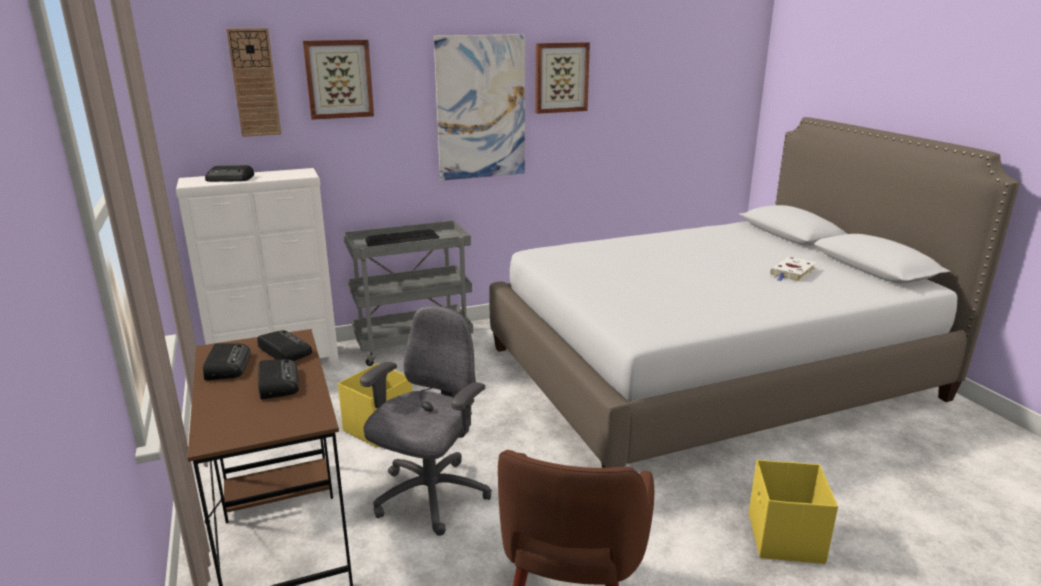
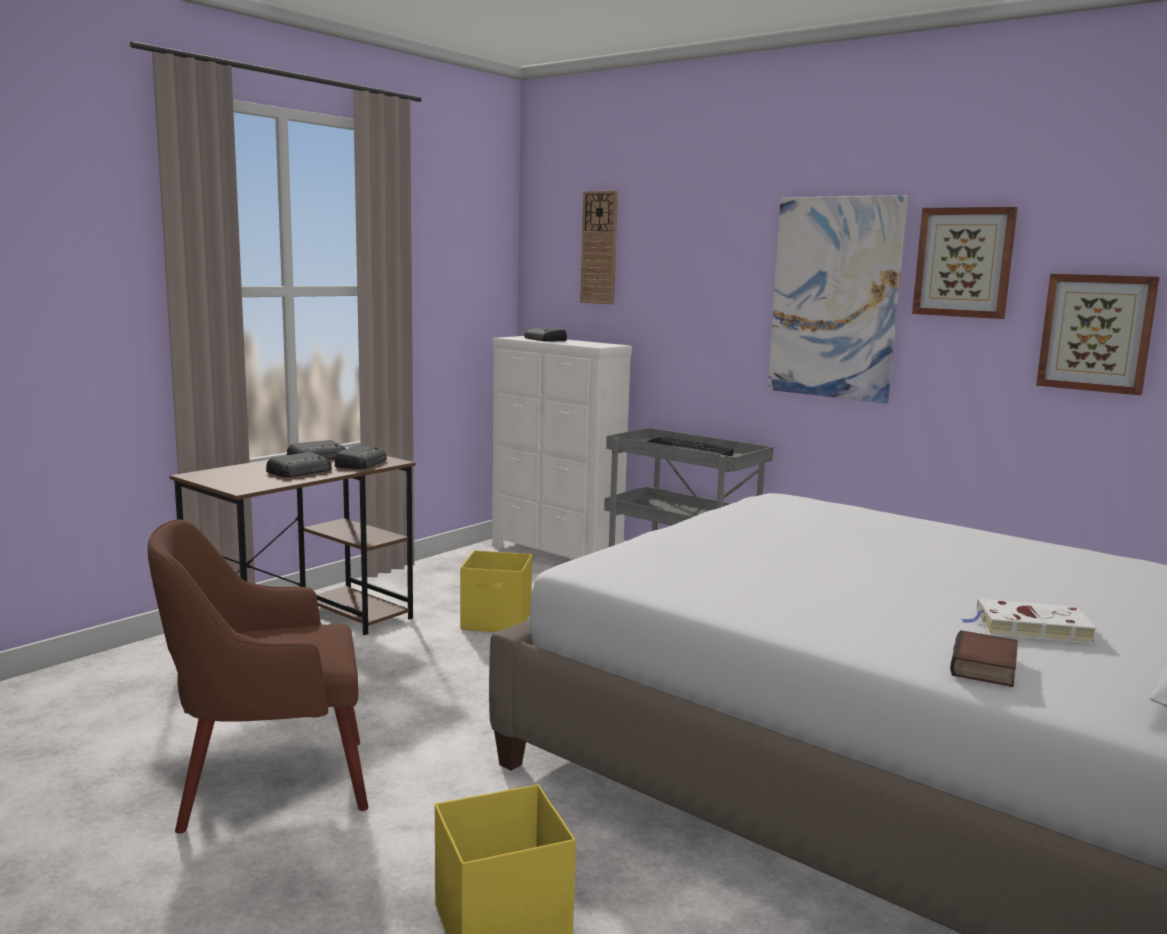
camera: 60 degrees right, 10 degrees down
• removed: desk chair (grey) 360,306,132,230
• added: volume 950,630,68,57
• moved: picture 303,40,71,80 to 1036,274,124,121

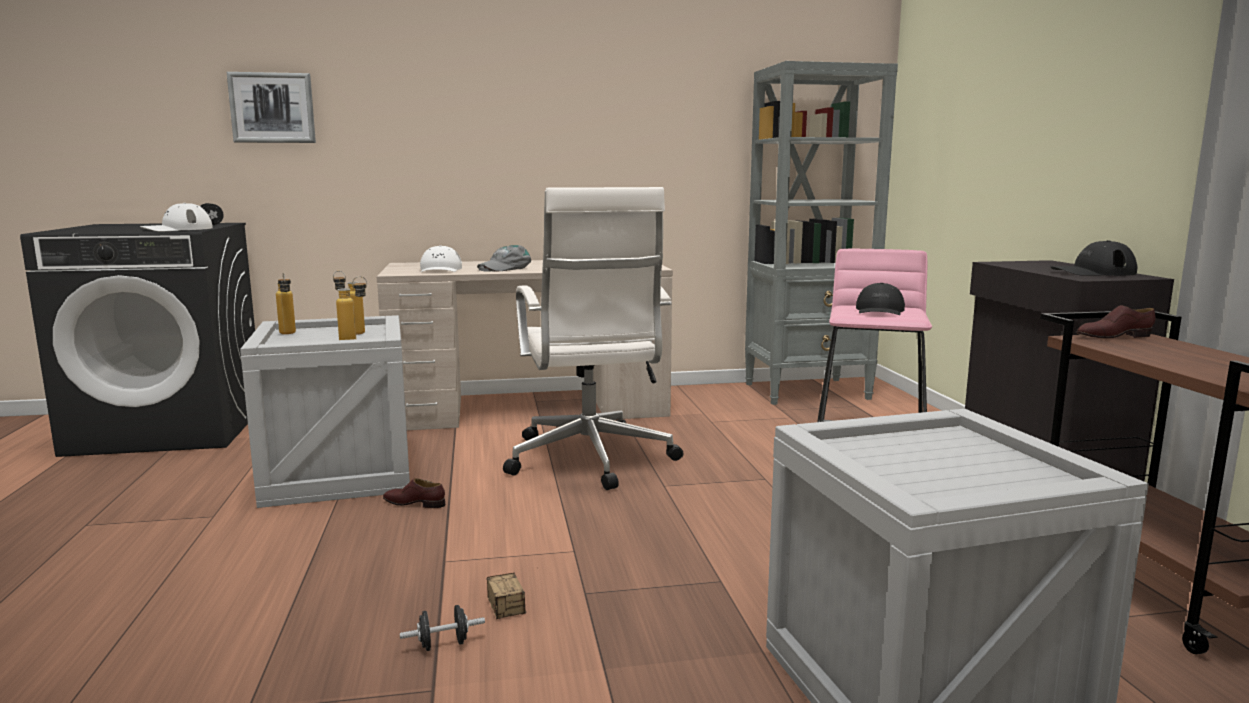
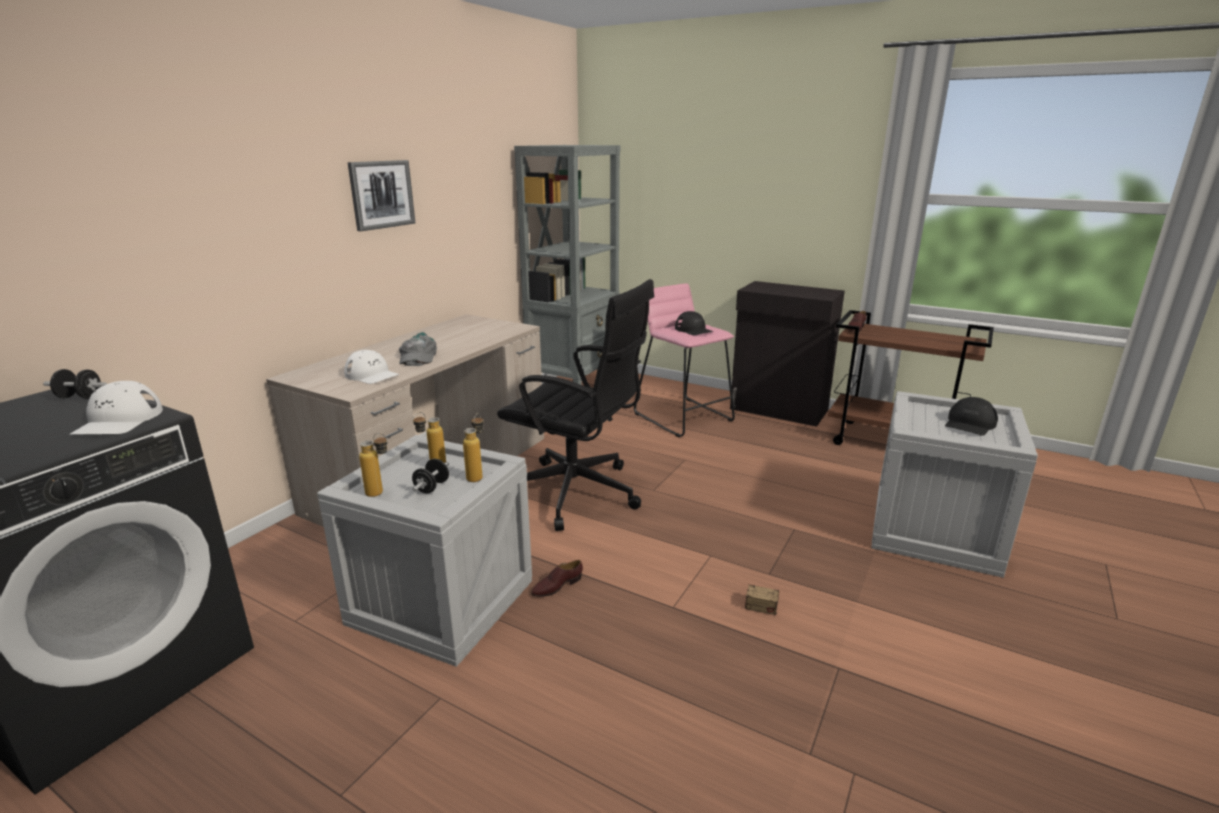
camera: 50 degrees left, 10 degrees up
• moved: picture 227,72,89,71 to 348,160,67,71
• moved: free weight (black-coloured) 400,605,85,46 to 412,459,37,34
• moved: peaked cap (black-coloured) 1051,240,86,36 to 945,397,53,39
• recoloured: desk chair (whitish) 503,187,180,303 to desk chair (black-coloured) 497,279,157,252

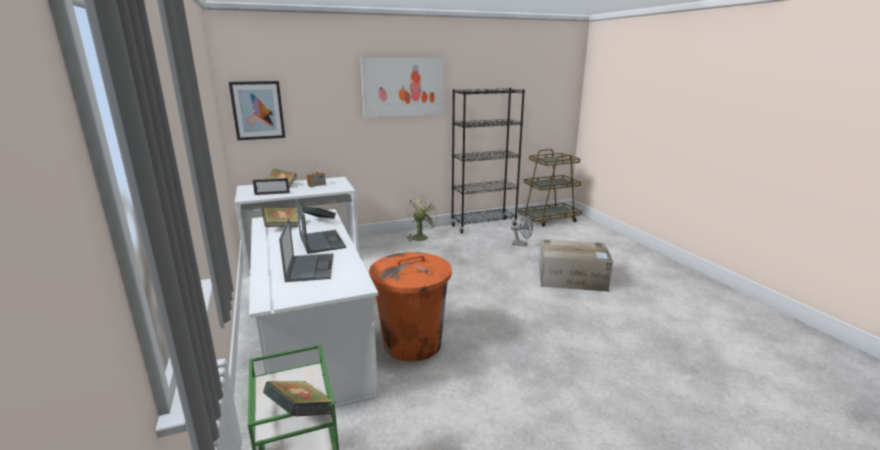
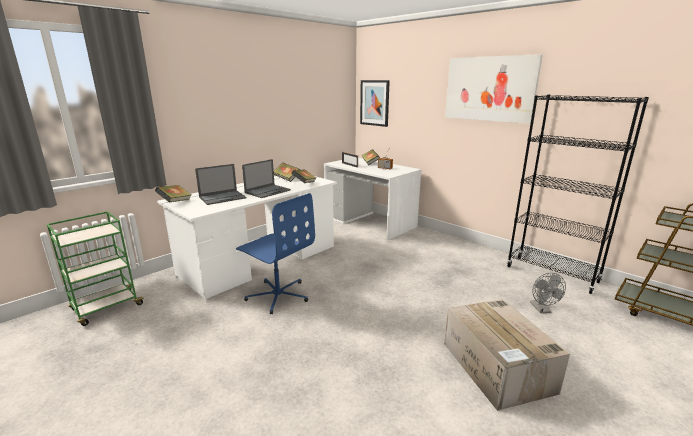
camera: 65 degrees right, 0 degrees up
• removed: electric fan (green-coloured) 407,195,33,47
• moved: volume 263,381,73,35 to 155,185,36,17
• replaced: waste bin (orange-coloured) 369,252,83,110 to desk chair (blue) 236,193,79,121

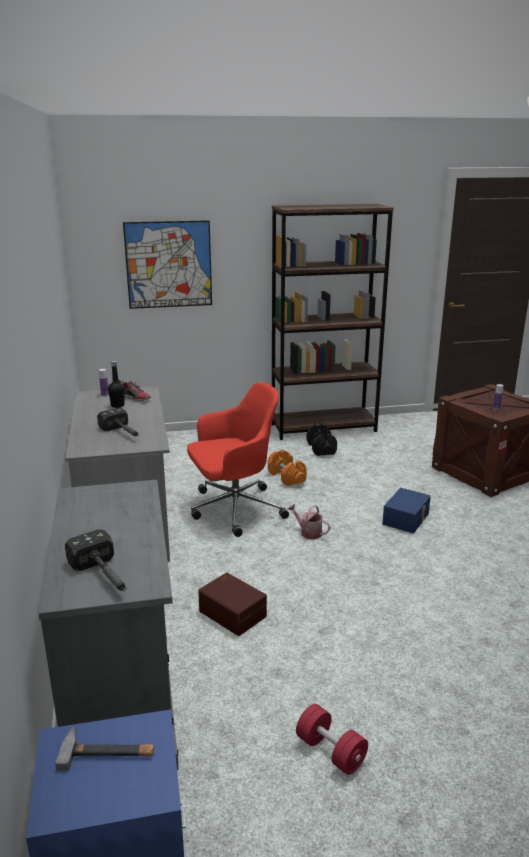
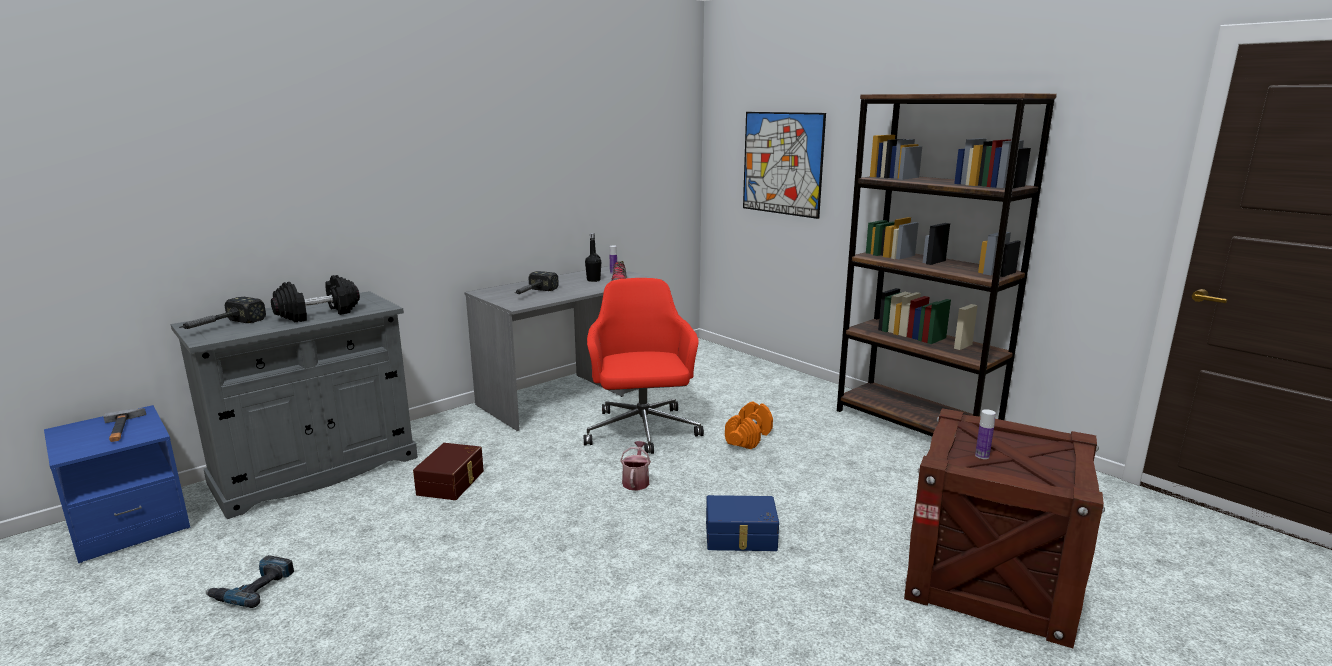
camera: 60 degrees right, 5 degrees down
• moved: free weight (black-coloured) 306,424,31,32 to 271,275,89,48
• replaced: free weight (red-coloured) 296,704,72,71 to drill 205,555,89,53
• turned: desk chair (red-coloured) 187,382,102,155 = 583,278,121,176 135 degrees counterclockwise

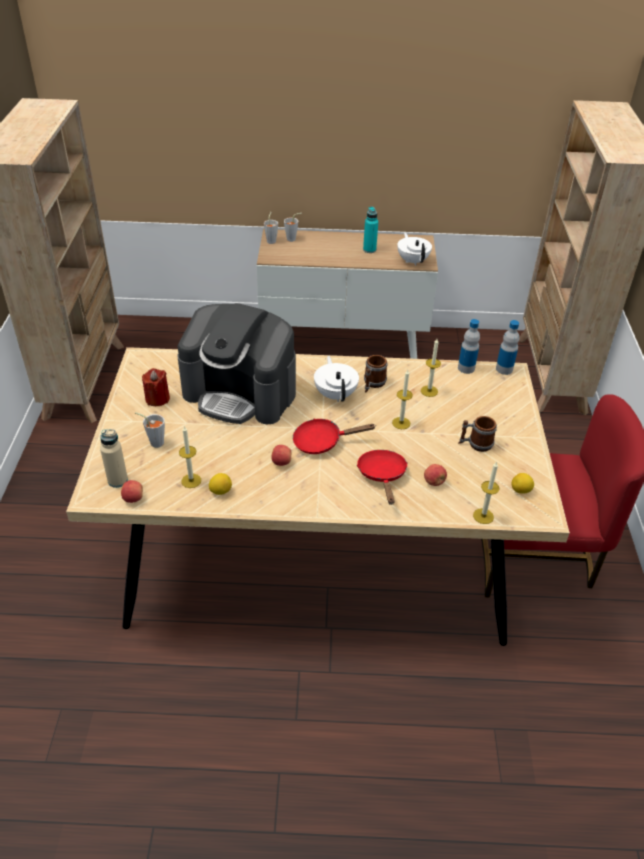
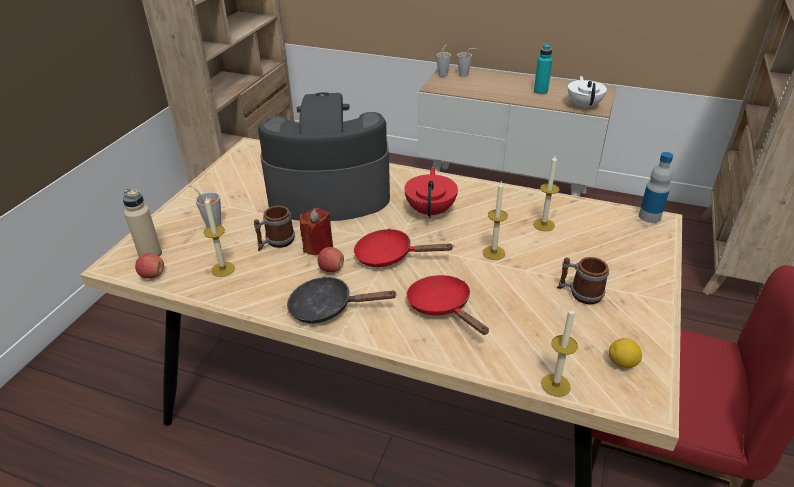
camera: 20 degrees right, 5 degrees down
• removed: lemon 209,473,23,22
• removed: whole apple 424,464,23,22
• removed: bottle 458,319,22,55
• added: pan (black-coloured) 287,276,111,48
• moved: wax light (red-coloured) 142,368,28,38 to 299,208,34,47
• moved: coffee mug 364,355,24,38 to 254,206,41,45
• recoloured: teapot (whitish) 314,356,45,46 to teapot (red-coloured) 404,167,54,52
• turned: coffee machine 177,303,119,121 = 258,92,132,129 135 degrees clockwise
• turned: pan (red-coloured) 357,450,51,55 = 407,275,82,60 45 degrees counterclockwise

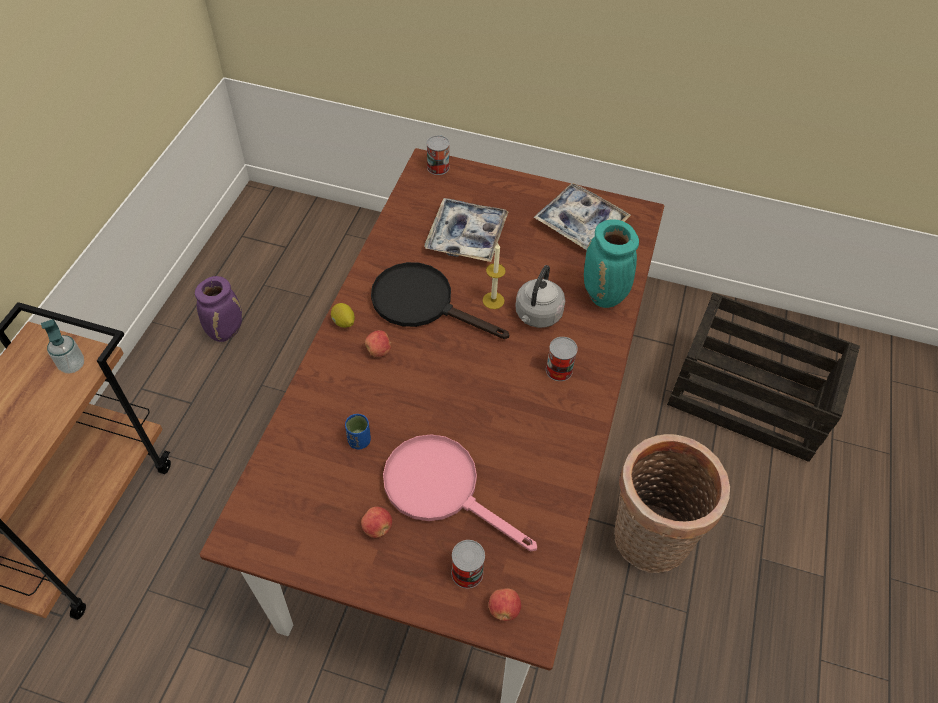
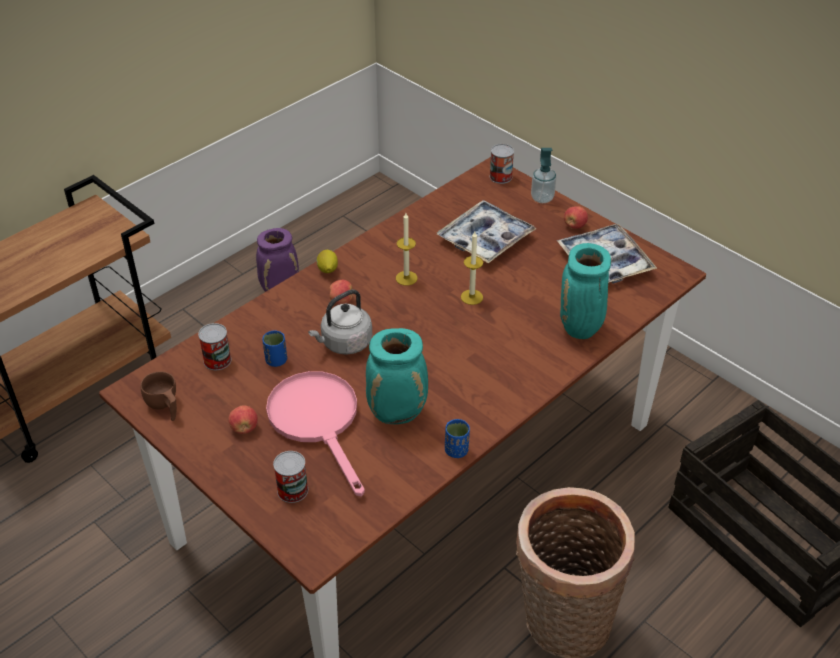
camera: 30 degrees right, 10 degrees down
• added: small cup (brown-coloured) 140,371,37,50
• added: decorative vase (turquoise) 366,328,62,96
• added: small cup (blue) 445,419,25,39
• moved: liquid soap bottle 41,319,43,55 to 531,148,25,55
• moved: whole apple 489,588,32,33 to 564,206,24,23
• moved: tea kettle (grey) 515,265,50,63 to 308,289,64,66
• moved: can 546,337,32,44 to 198,323,34,47
• replaced: pan (black-coloured) 371,262,138,77 to wax light 396,213,22,73

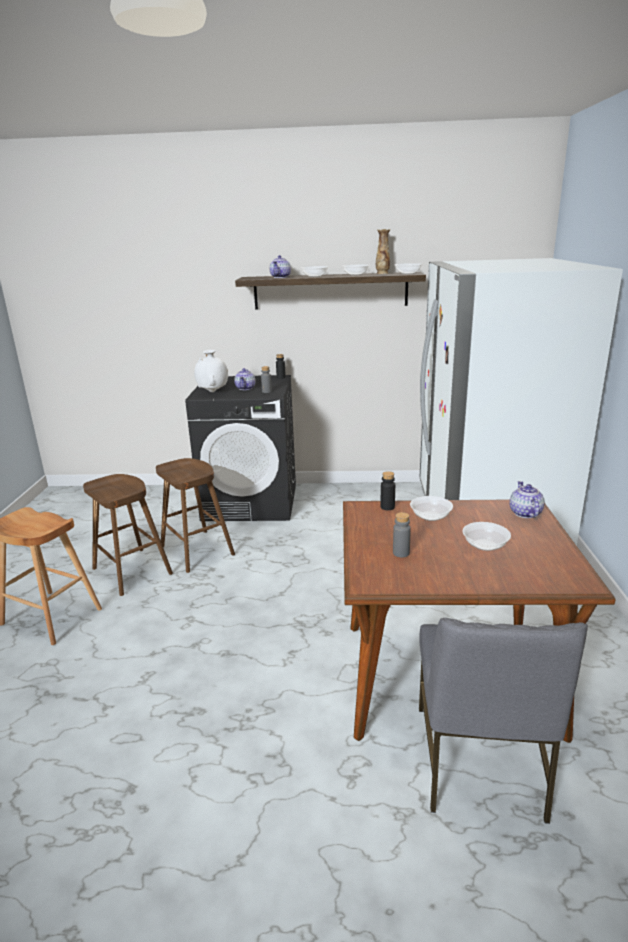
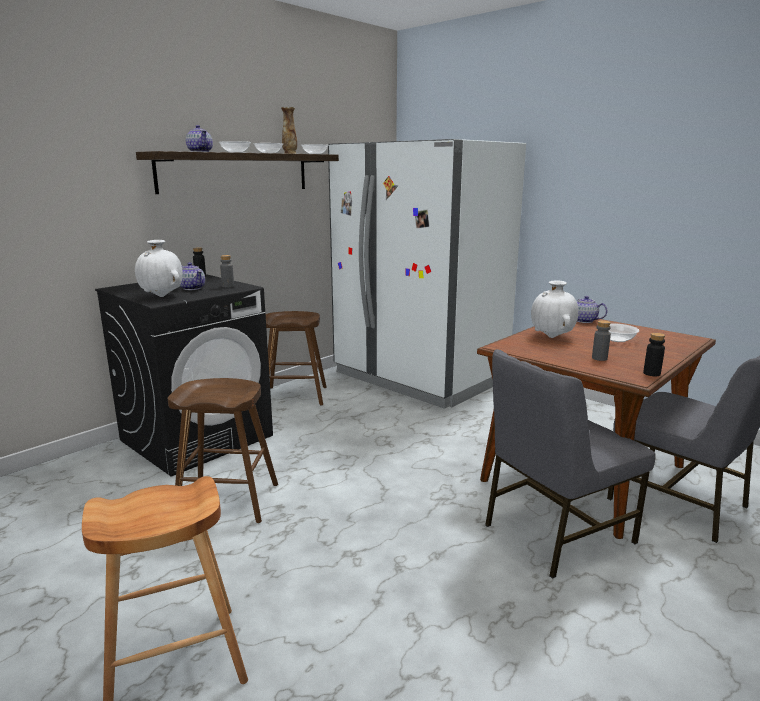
camera: 50 degrees left, 5 degrees down
• added: chair (grey) 485,349,170,230
• moved: stool (brown-coloured) 83,474,90,122 to 266,311,61,95
• moved: bottle (black-coloured) 381,471,14,39 to 643,333,22,43
• replaced: bowl 410,496,43,25 to decorative vase (whitish) 531,280,48,58

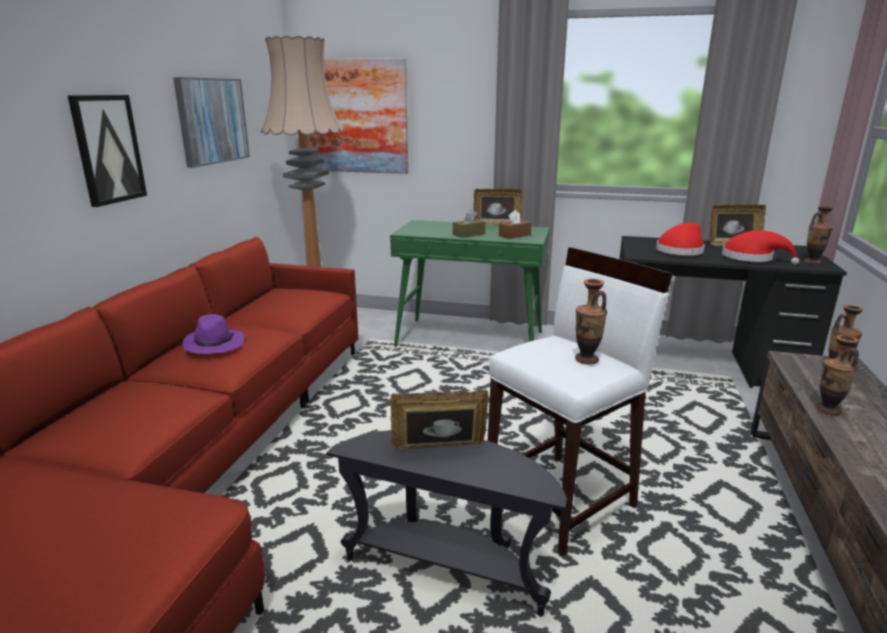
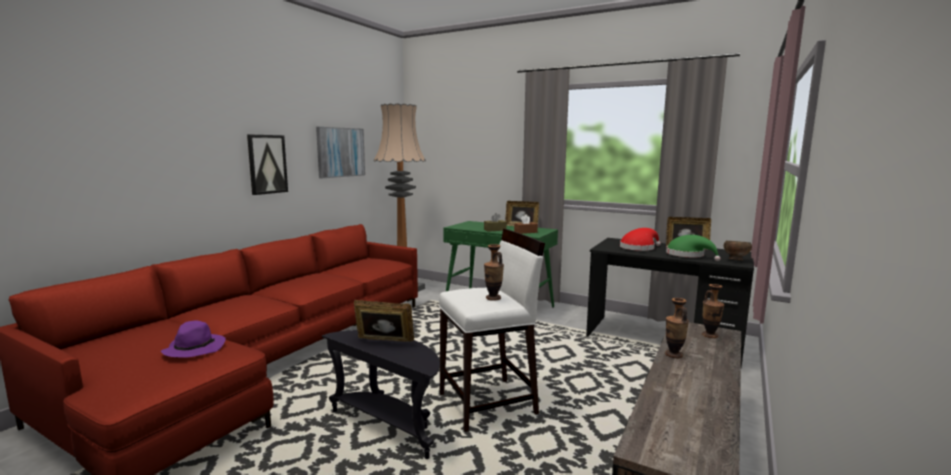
camera: 15 degrees right, 10 degrees down
• removed: picture 308,58,100,116
• moved: clothing hat (purple-coloured) 183,314,61,40 to 161,321,65,37
• replaced: decorative vase 804,206,29,58 to bowl (brown-coloured) 724,241,28,20
• recoloured: clothing hat (red-coloured) 722,230,77,35 to clothing hat (green-coloured) 666,235,55,26

